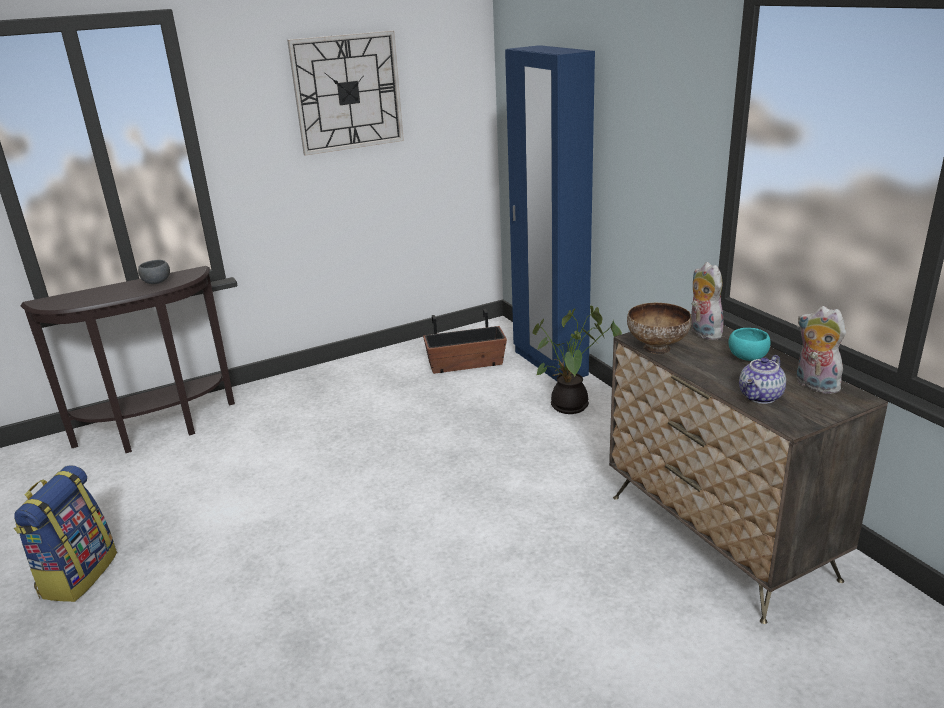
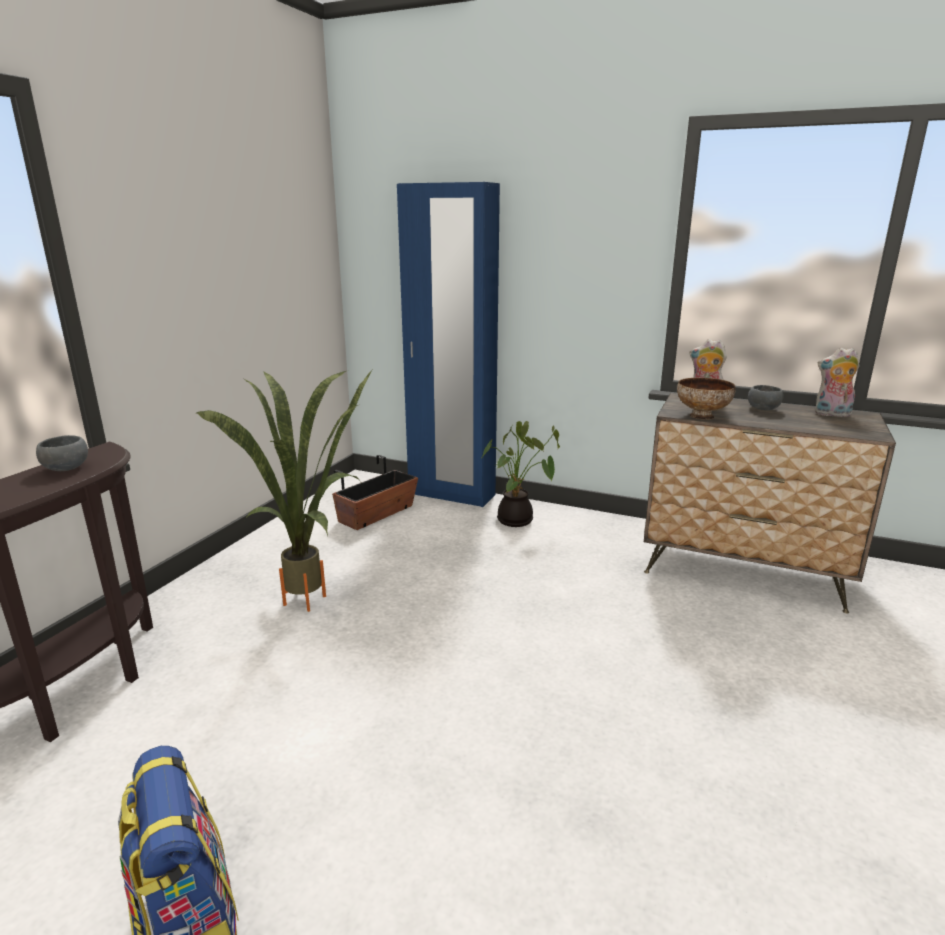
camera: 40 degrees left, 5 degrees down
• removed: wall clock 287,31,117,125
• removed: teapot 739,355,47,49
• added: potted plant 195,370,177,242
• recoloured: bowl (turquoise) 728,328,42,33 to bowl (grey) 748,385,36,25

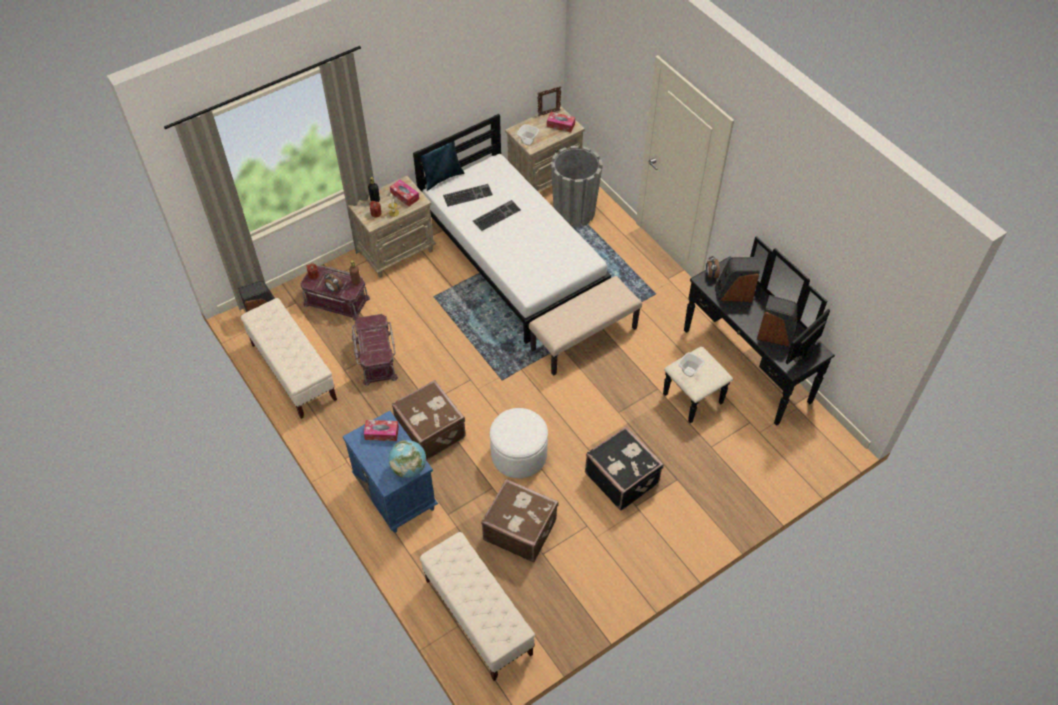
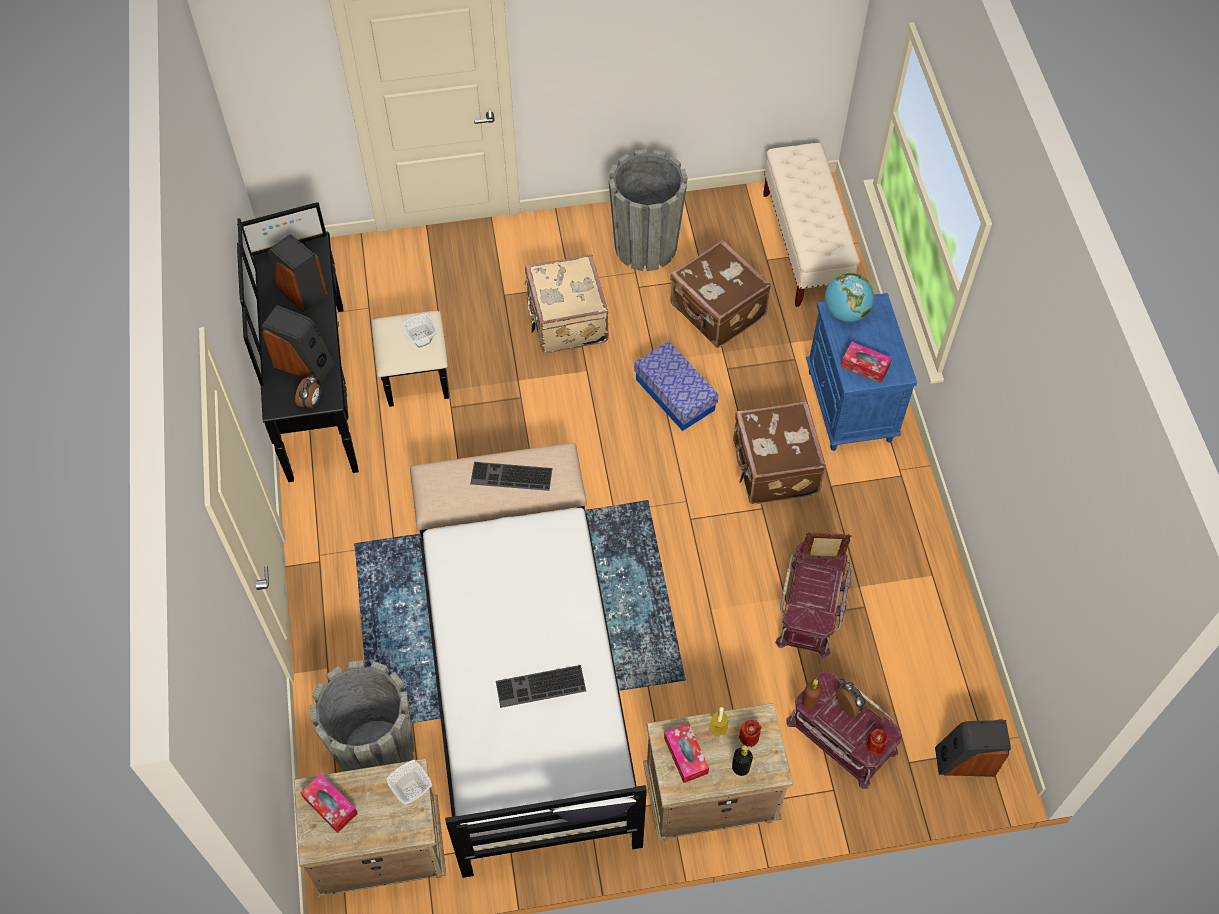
camera: 155 degrees left, 5 degrees up
• removed: long seat (beige) 241,298,96,121
• added: plant pot (grey) 608,149,80,122
• moved: keyboard 443,184,50,23 to 470,462,83,29
• moved: photo frame 537,86,24,30 to 801,532,51,28
• replaced: pouffe (whitish) 490,408,58,70 to storage box 634,341,85,90
• recoloured: throw pillow (blue) 420,141,45,50 to throw pillow (whitish) 549,789,87,33
• recoloured: travel case (black-coloured) 585,426,79,84 to travel case (beige) 525,254,84,99

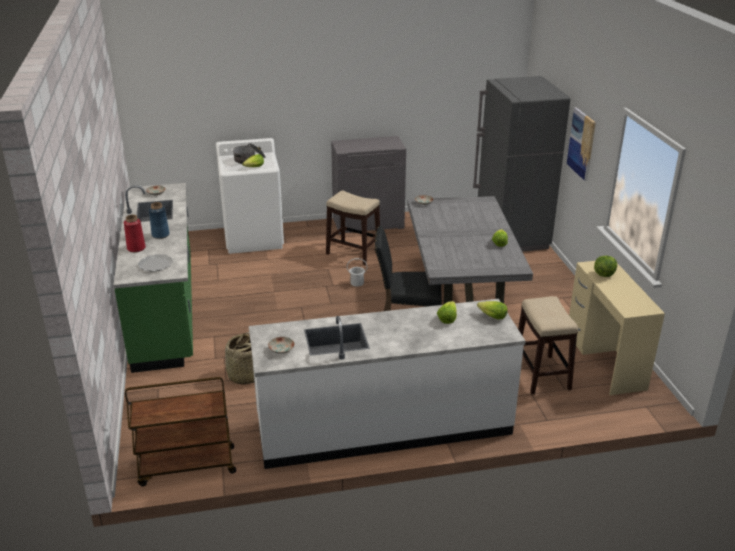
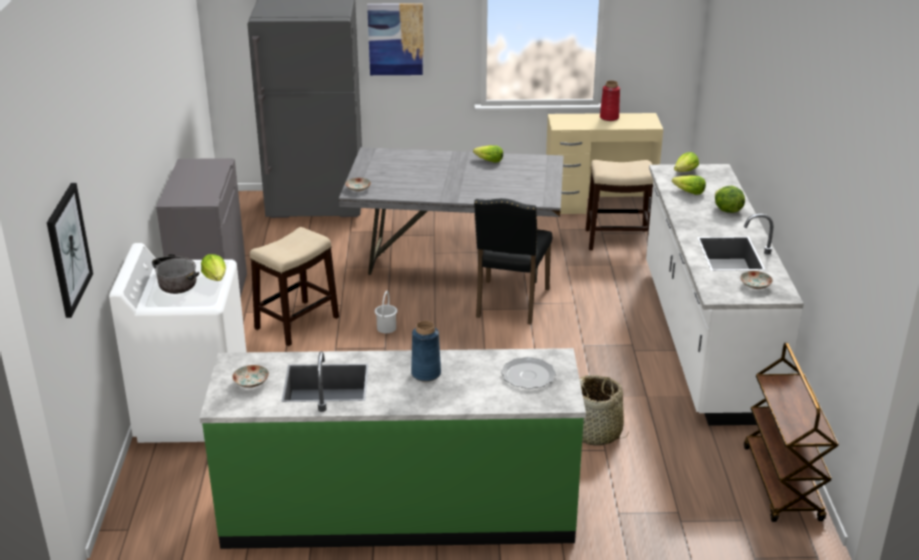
camera: 80 degrees left, 0 degrees up
• added: picture 47,183,46,135
• moved: decorative vase (red-coloured) 124,215,22,37 to 600,81,20,40
• moved: lettuce head 594,256,23,21 to 715,186,30,27

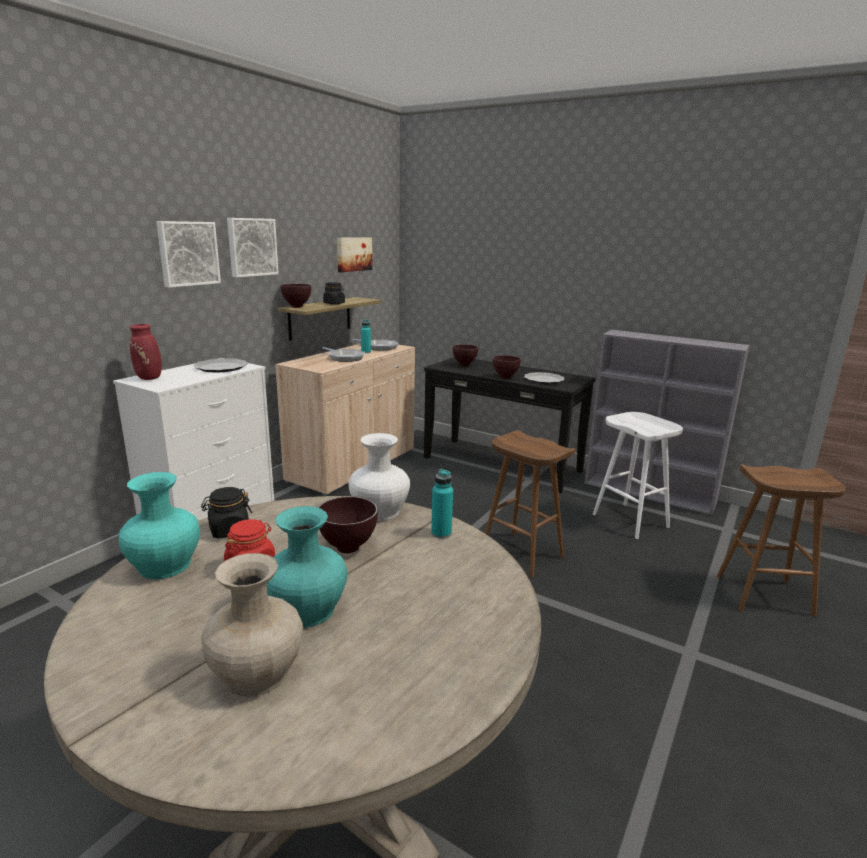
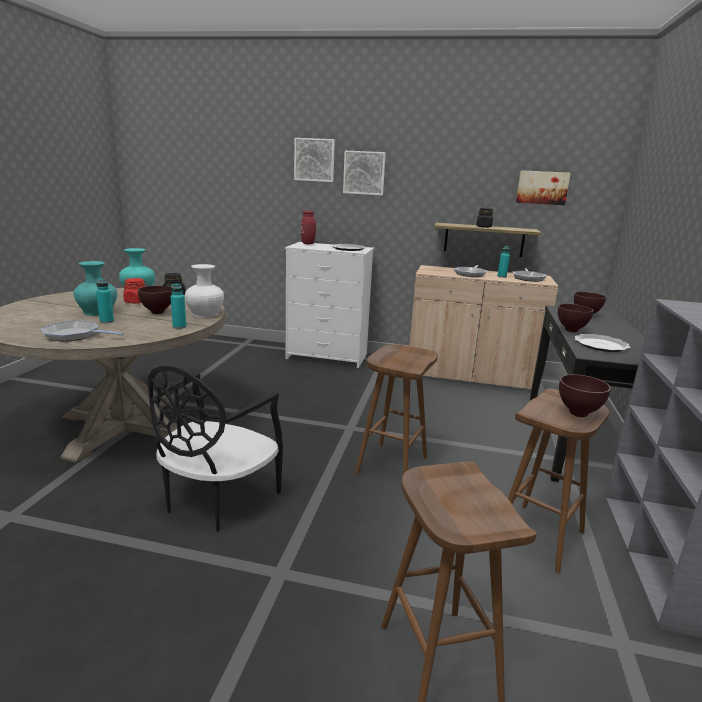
camera: 70 degrees right, 0 degrees up
• removed: decorative vase (beige) 201,553,102,144
• added: pan 41,320,83,22
• added: bottle (turquoise) 96,278,18,45
• added: chair (black-coloured) 148,365,135,167
• moved: picture 227,218,52,59 to 294,138,41,44
• moved: bowl (brown-coloured) 281,284,30,24 to 559,374,52,43
• recoloured: stool (whitish) 593,412,90,127 to stool (brown-coloured) 508,388,101,186

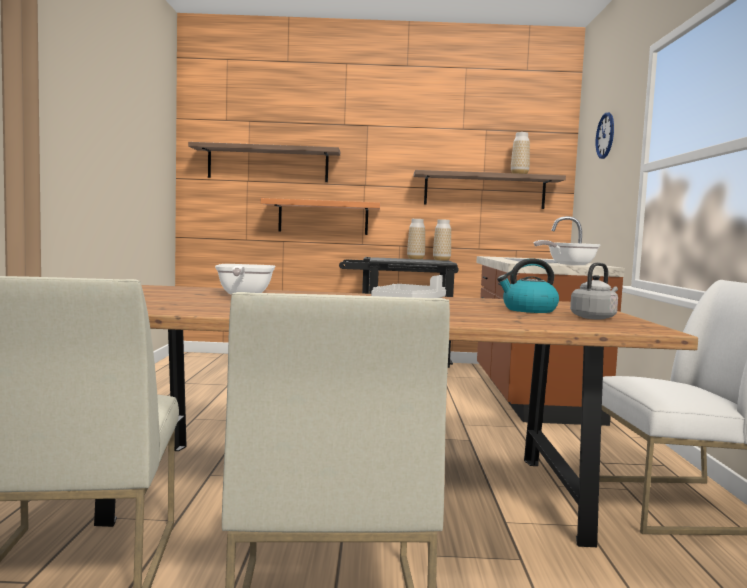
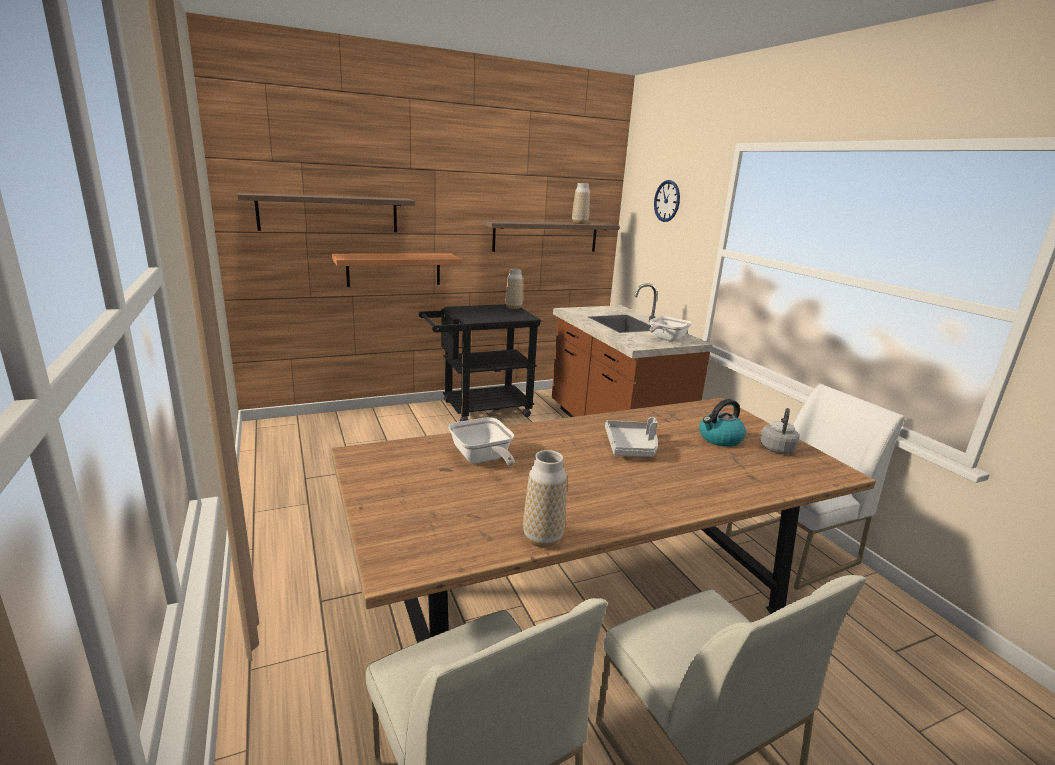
camera: 25 degrees left, 15 degrees up
• moved: decorative vase 407,219,18,41 to 523,450,44,98

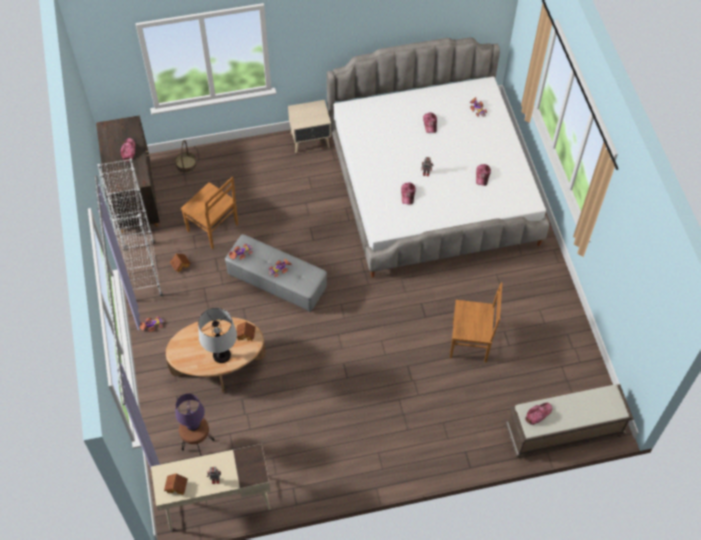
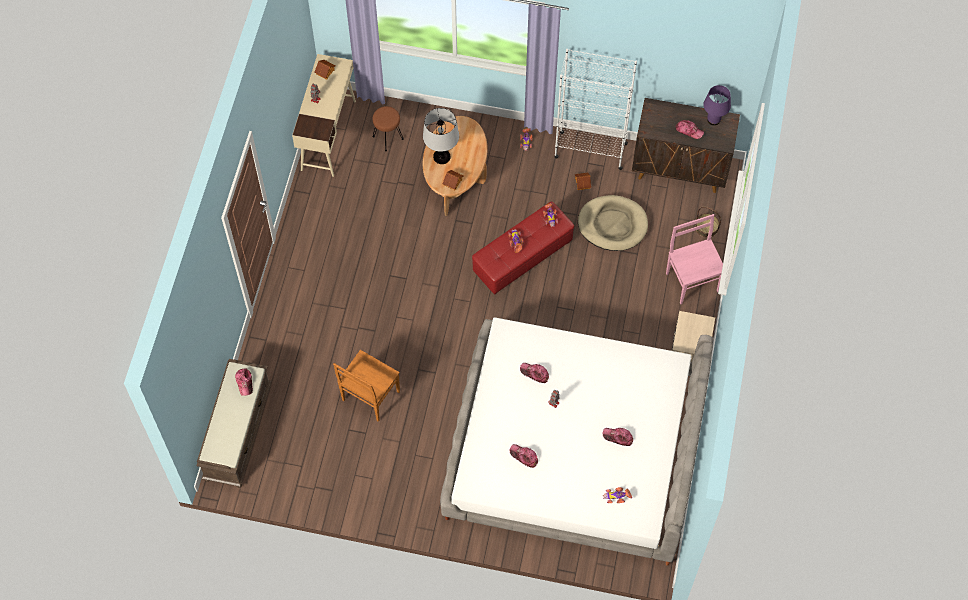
camera: 115 degrees right, 5 degrees up
• added: chair (pinkish) 666,214,57,90
• moved: tabletop lamp (purple-coloured) 175,394,30,37 to 703,85,28,40
• replaced: chair (brown-coloured) 181,176,57,73 to dog bed (beige) 578,195,70,56
• recoloured: pouffe (grey) 225,234,102,78 to pouffe (red-coloured) 472,202,102,92

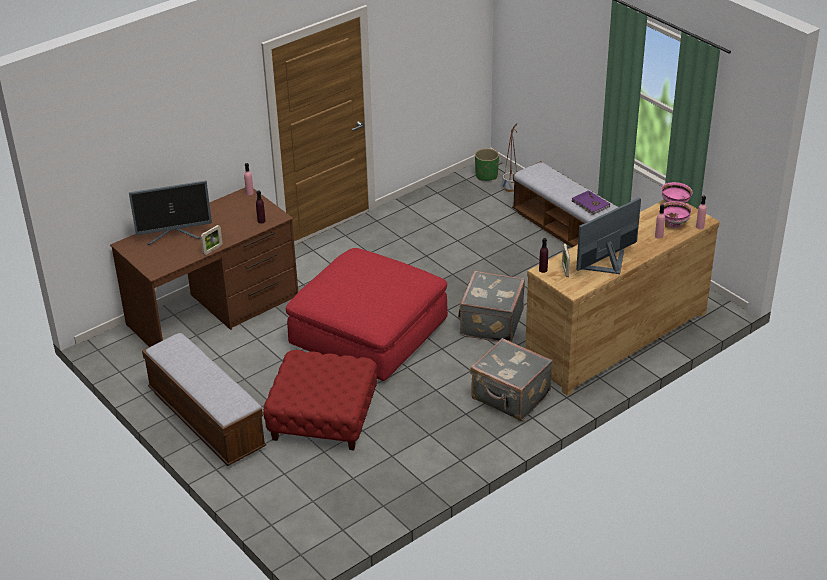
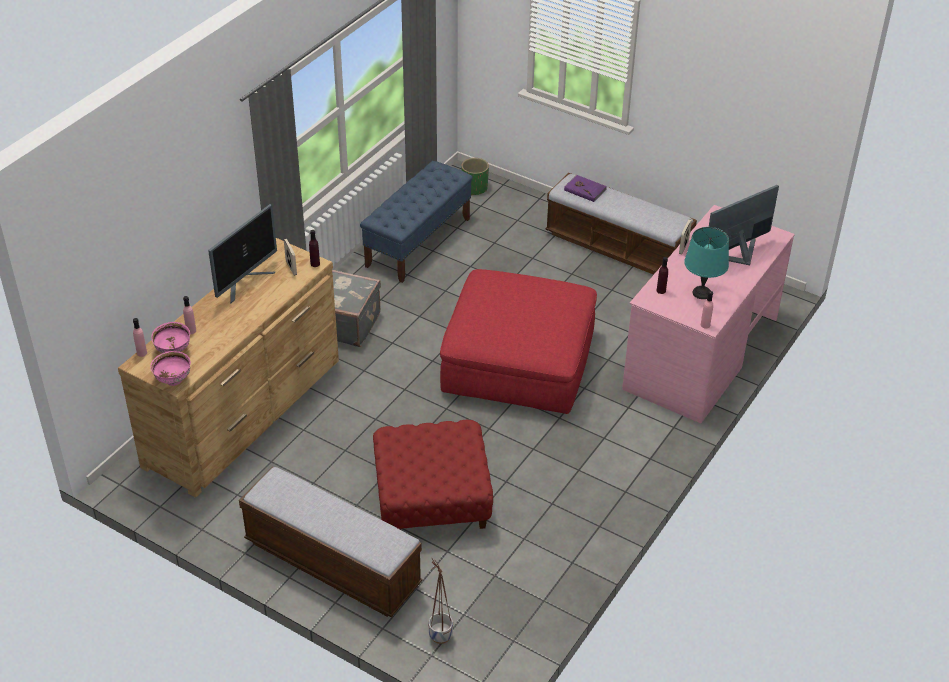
camera: 160 degrees right, 5 degrees up
• removed: travel case (grey) 458,271,67,71
• added: long seat (blue) 360,161,113,122
• added: tabletop lamp (turquoise) 684,227,45,72
• moved: pouffe (red-coloured) 263,350,114,100 to 373,420,120,109
• moved: plant pot (green-coloured) 475,148,24,33 to 461,158,28,38
• moved: volume (purple-coloured) 571,190,39,25 to 564,175,43,27
• recoloured: desk unit (brown-coloured) 110,188,188,159 to desk unit (pinkish) 622,205,173,218

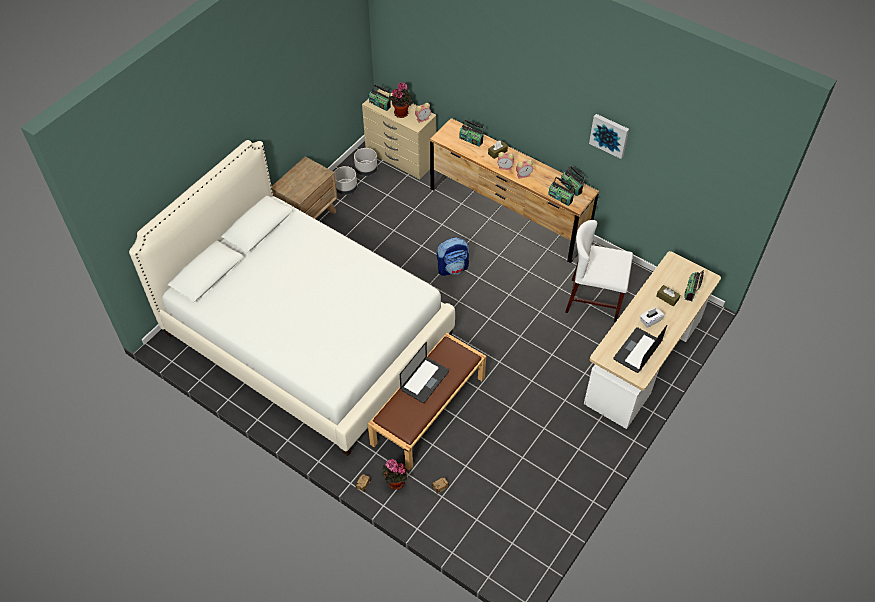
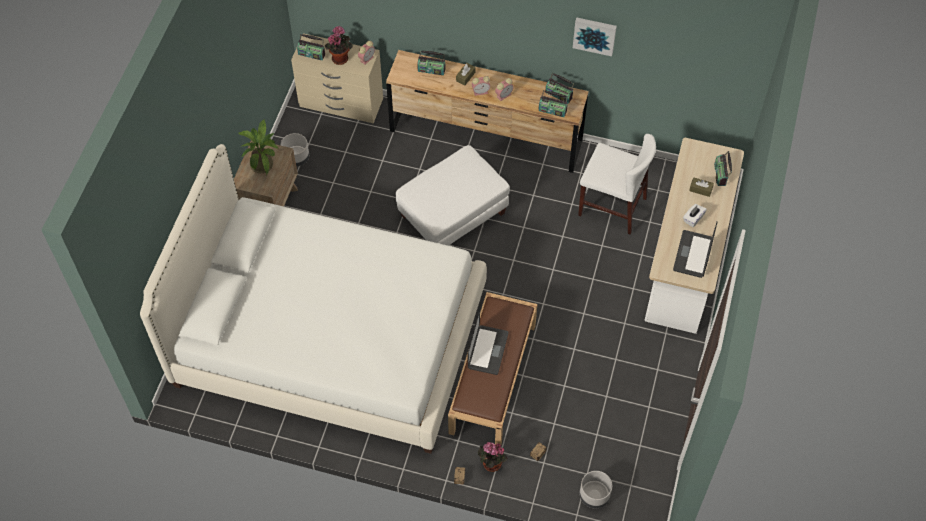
camera: 20 degrees left, 5 degrees up
• added: potted plant 238,119,40,56
• moved: plant pot (grey) 354,148,23,28 to 580,471,32,38
• replaced: rucksack 437,237,32,39 to pouffe (whitish) 396,145,114,101
• turned: chair (whitish) 565,220,68,102 = 578,134,78,101 150 degrees counterclockwise

